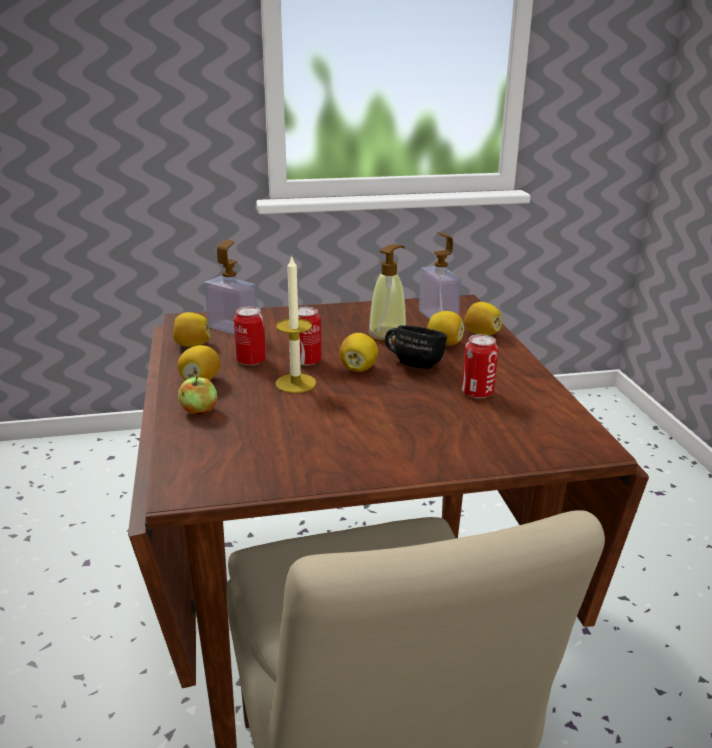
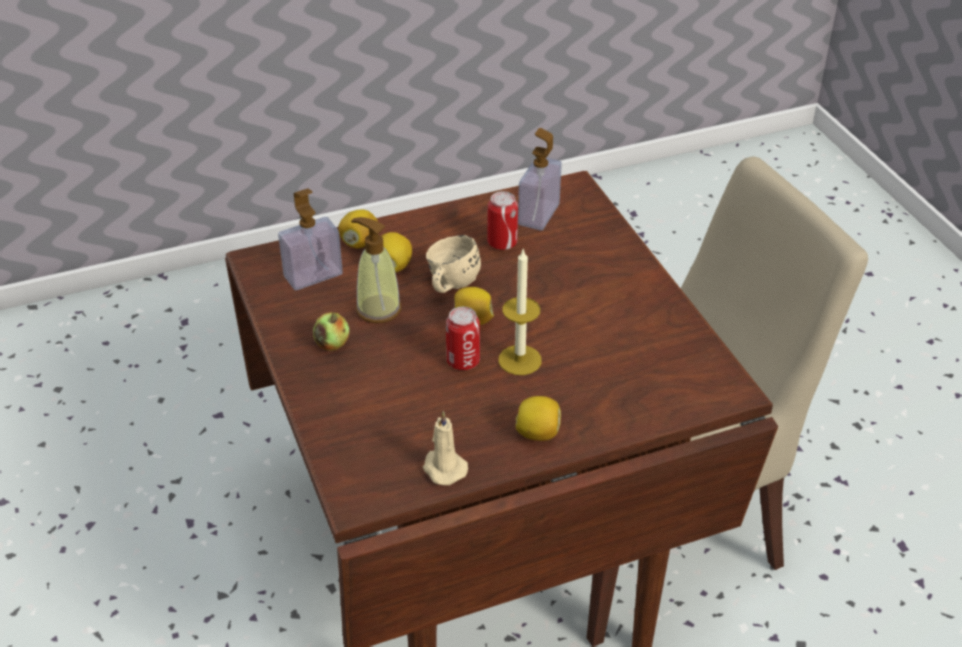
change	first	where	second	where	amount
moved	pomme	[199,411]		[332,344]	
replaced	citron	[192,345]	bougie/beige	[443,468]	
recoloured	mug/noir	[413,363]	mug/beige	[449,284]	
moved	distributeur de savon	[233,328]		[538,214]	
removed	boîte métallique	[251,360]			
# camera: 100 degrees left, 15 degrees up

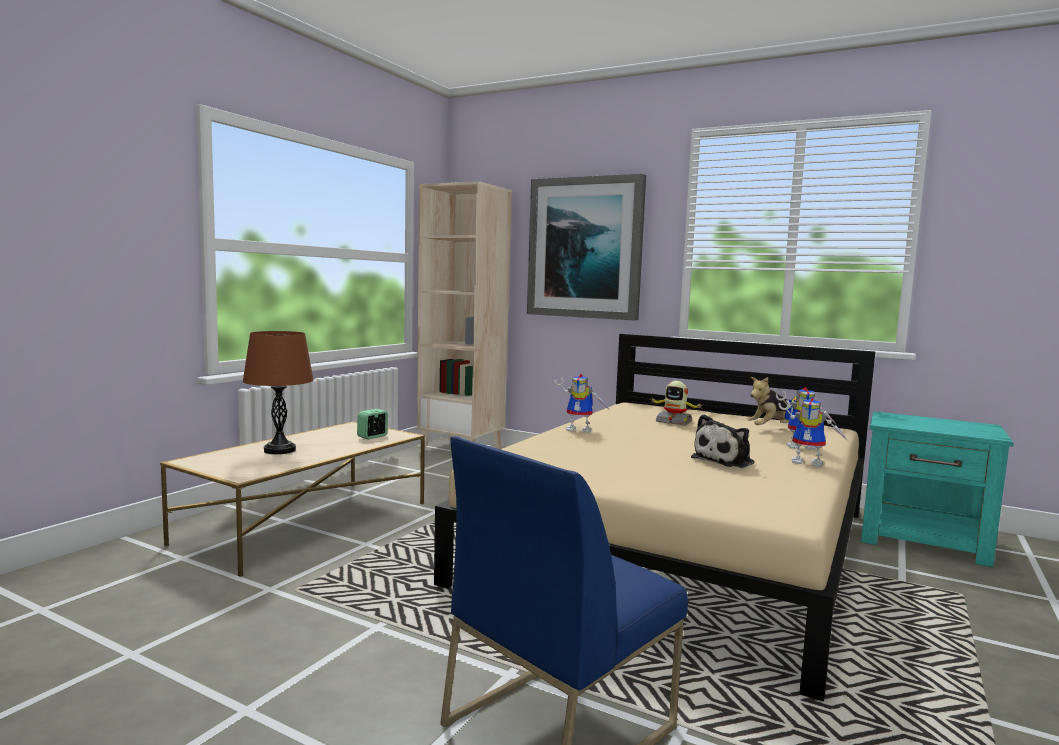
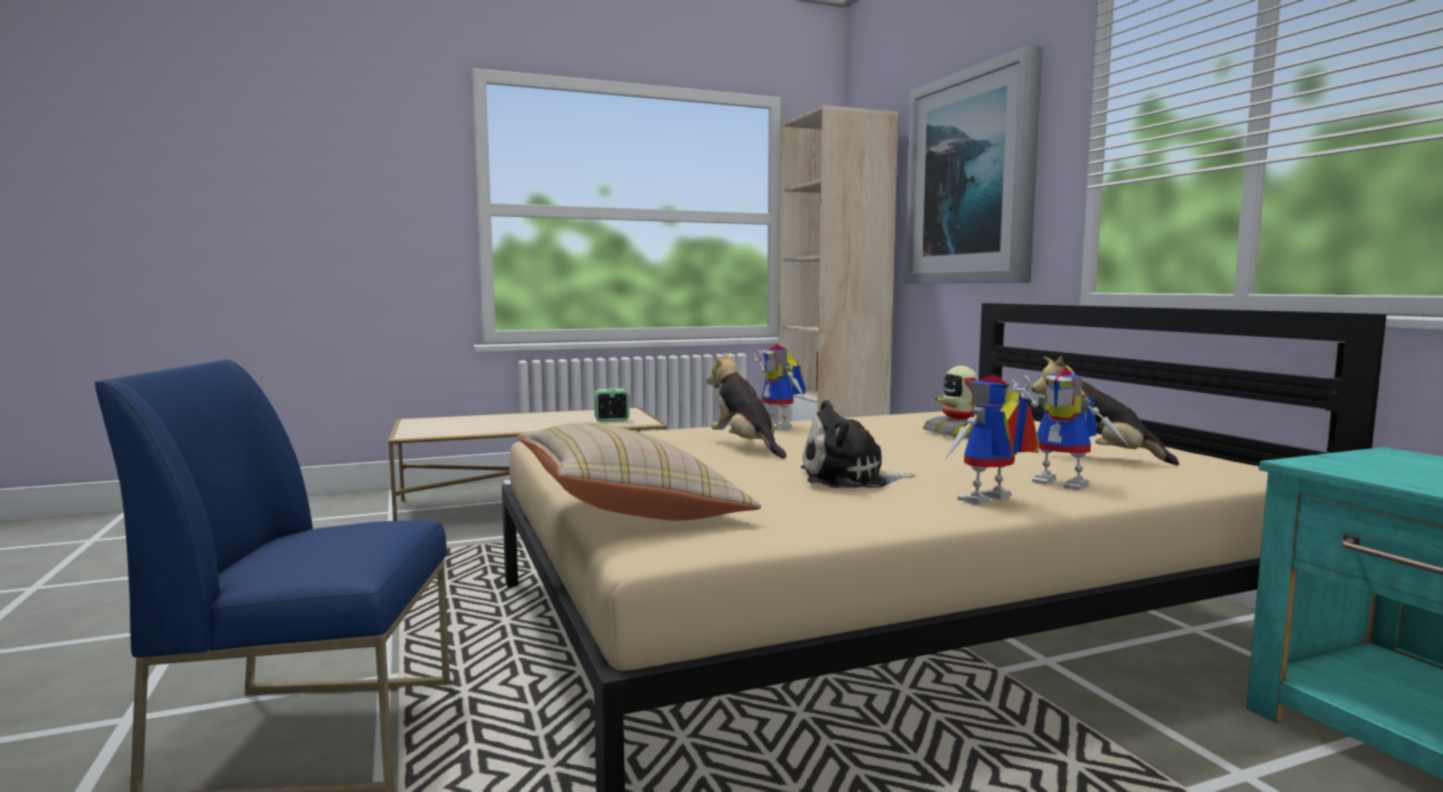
change	first	where	second	where	amount
added			coussin/beige	[631,512]	
added			peluche	[745,447]	
turned	robot jouet	[810,462]		[989,501]	75 degrees clockwise
removed	lampe de table/marron	[279,450]			
# camera: 40 degrees right, 0 degrees up

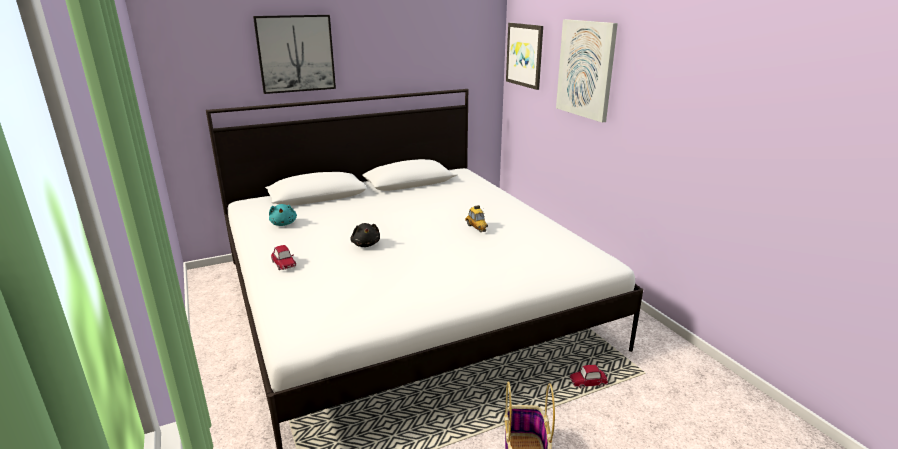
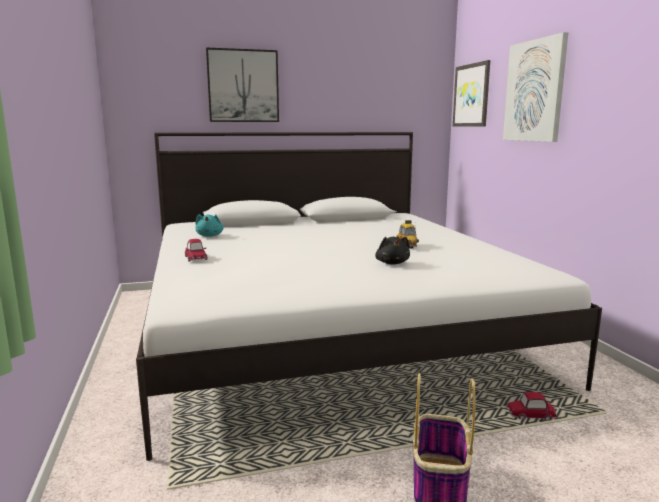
change	first	where	second	where	amount
moved	peluche/noir	[366,244]		[392,263]	
# camera: 10 degrees right, 10 degrees down

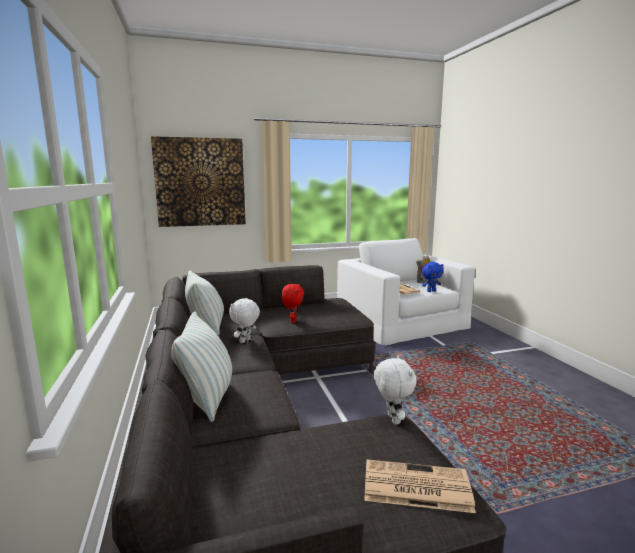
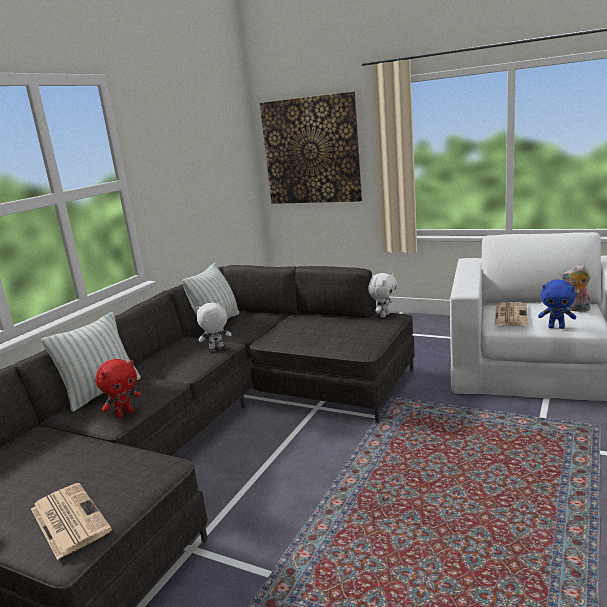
change	first	where	second	where	amount
moved	peluche/rouge	[292,321]		[124,414]	
moved	peluche/blanc	[392,419]		[384,315]	
# camera: 45 degrees right, 5 degrees up

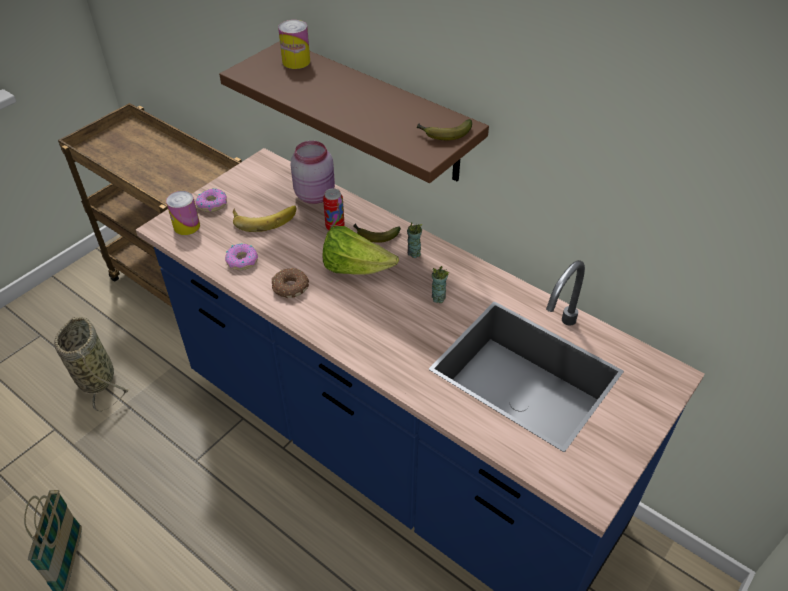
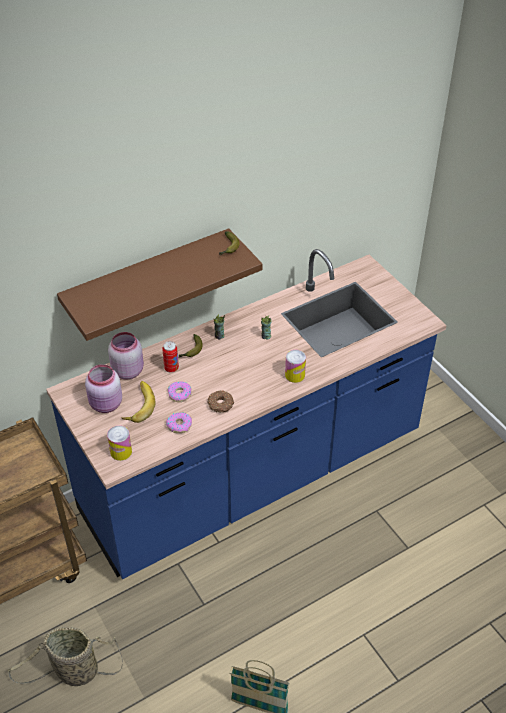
change	first	where	second	where	amount
added			bocal/rose	[106,405]	
moved	beignet	[212,204]		[179,394]	
moved	boîte métallique	[296,61]		[295,375]	
removed	laitue	[355,268]			
# camera: 70 degrees left, 0 degrees up

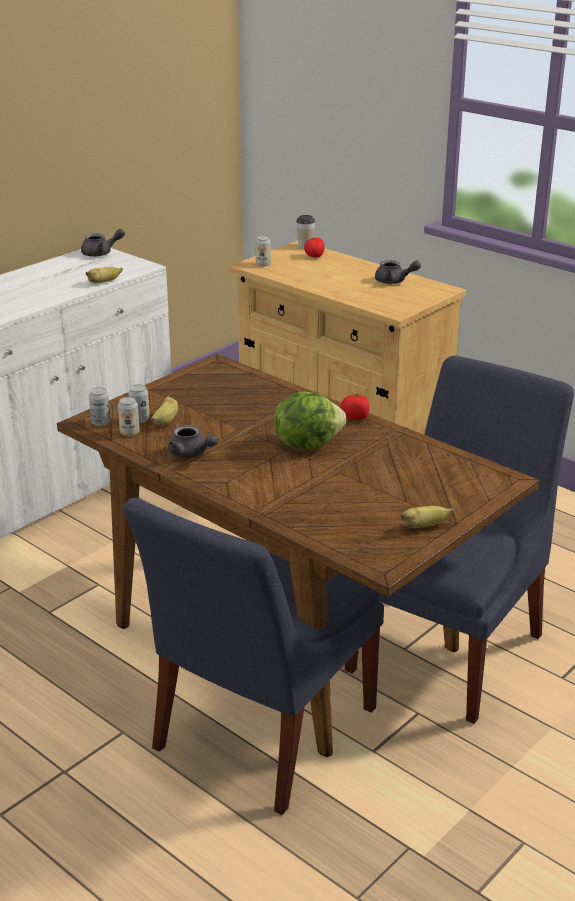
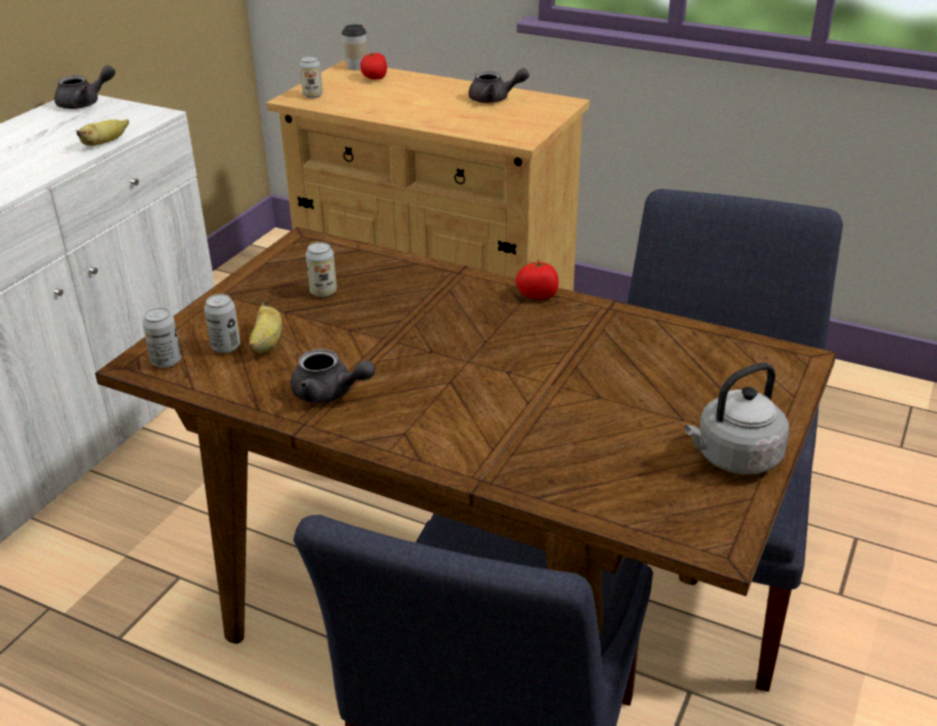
change	first	where	second	where	amount
moved	boîte métallique	[129,432]		[323,292]	
replaced	banane	[424,526]	bouilloire/gris	[734,458]	
removed	laitue	[306,444]			
# camera: 15 degrees left, 5 degrees up

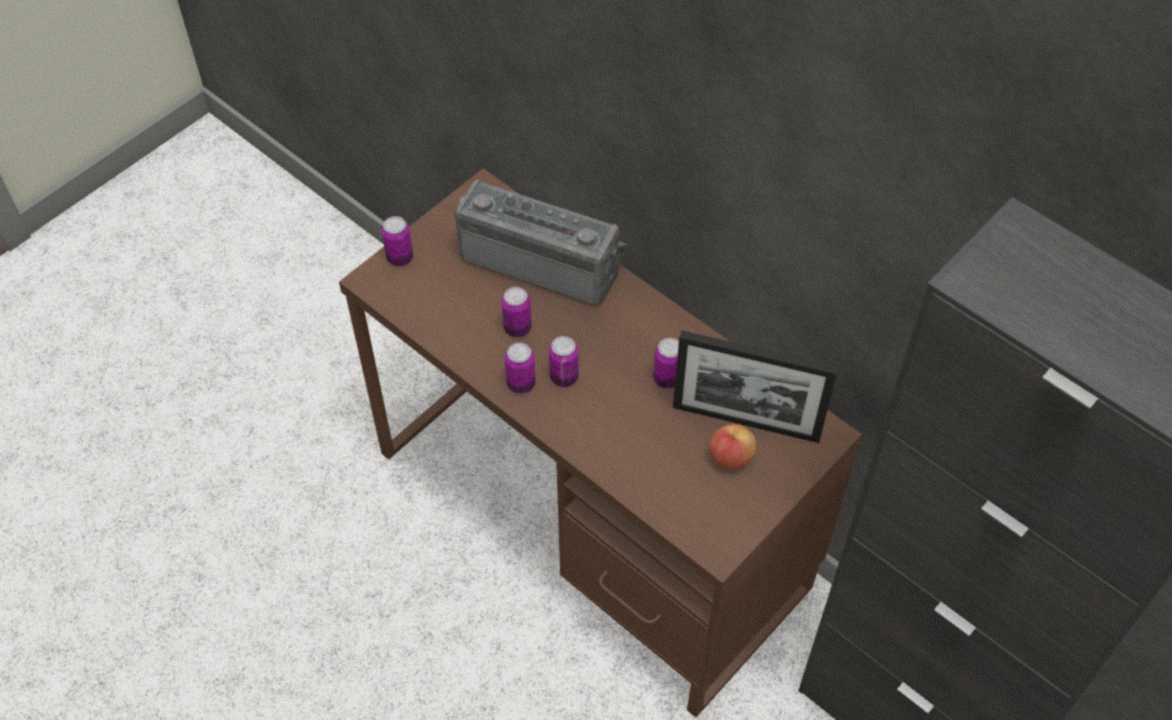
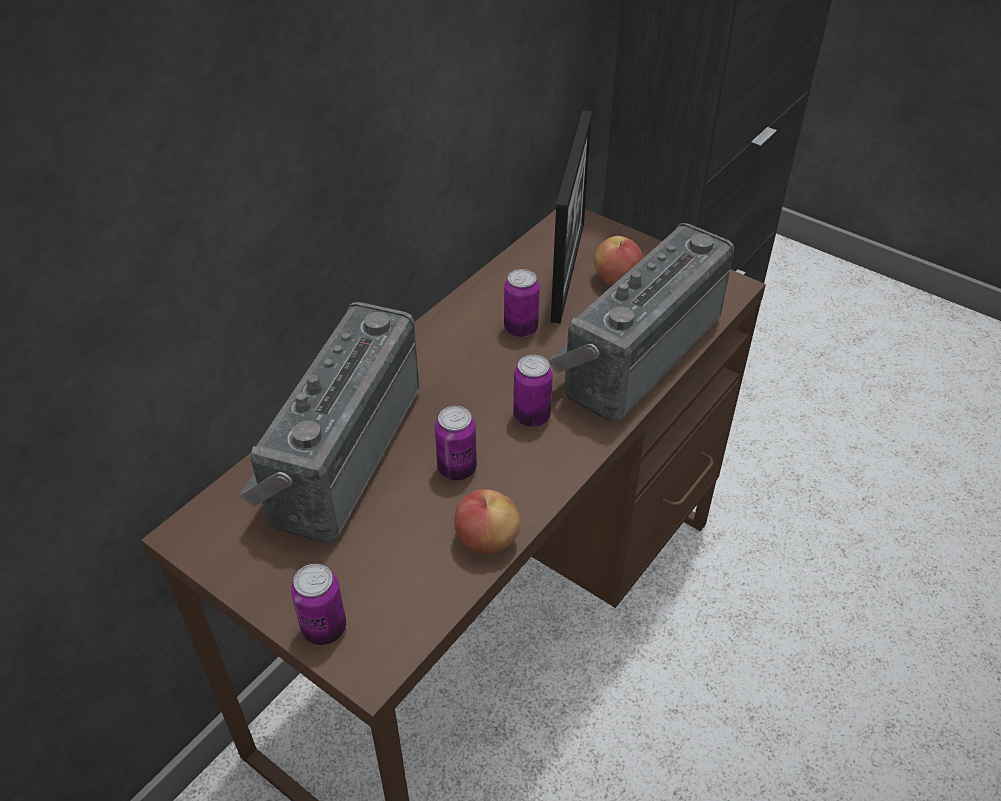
change	first	where	second	where	amount
added			pomme	[486,540]	
added			radio	[635,352]	
removed	boîte métallique	[521,384]			
# camera: 95 degrees left, 10 degrees down

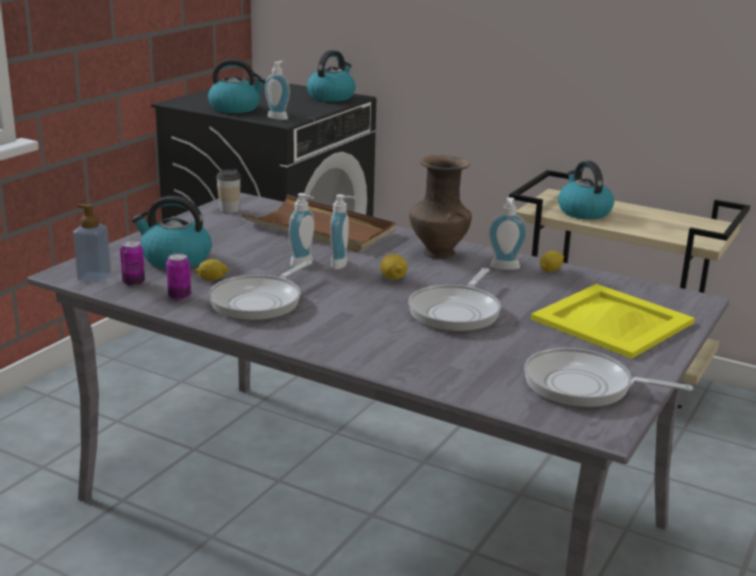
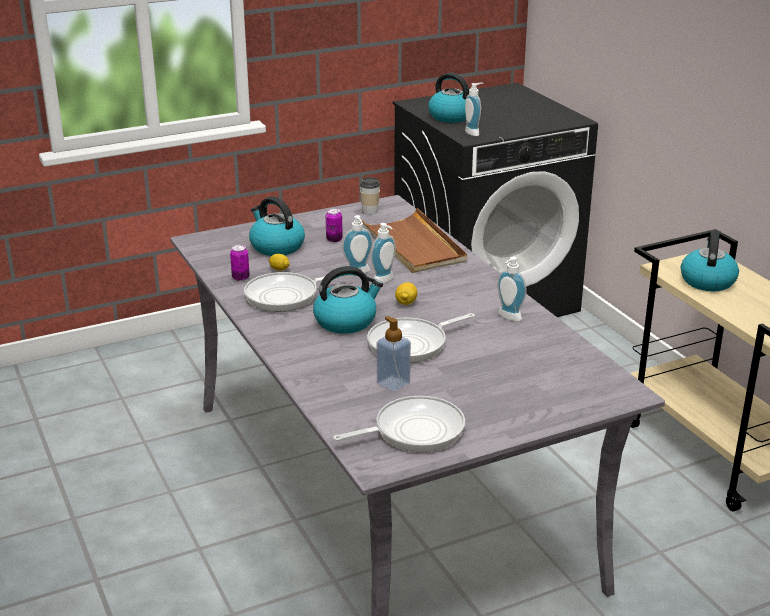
change	first	where	second	where	amount
moved	bouilloire	[331,97]		[346,321]	
moved	boîte métallique	[133,283]		[334,239]	
turned	poêle	[584,386]		[413,431]	105 degrees clockwise
moved	distributeur de savon	[94,277]		[393,383]	
removed	vase/marron	[437,253]			
removed	plateau/jaune	[612,320]			
removed	citron	[550,270]			
# camera: 35 degrees right, 5 degrees up

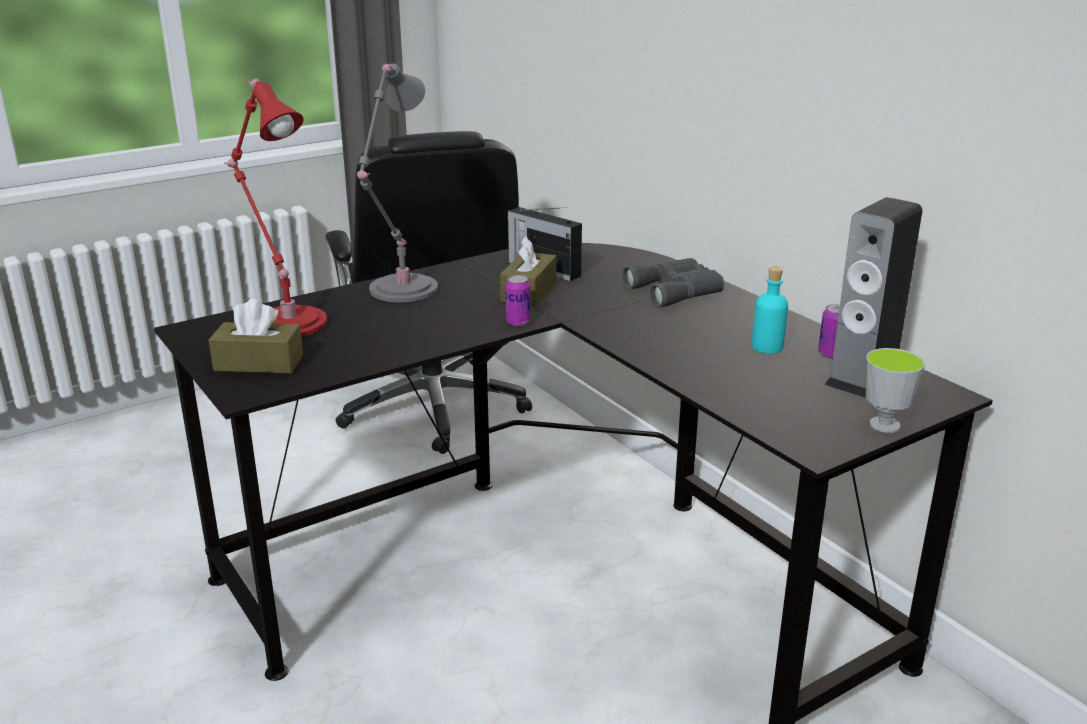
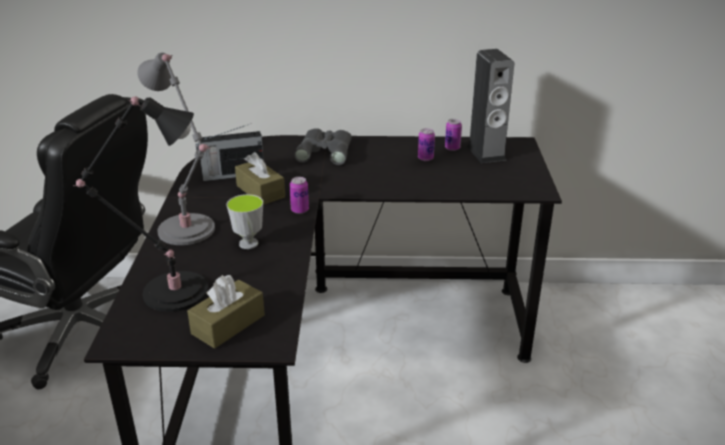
change	first	where	second	where	amount
recoloured	lampe de table/rouge	[287,321]	lampe de table/noir	[170,292]	
moved	tasse	[884,425]		[248,244]	
replaced	bouteille/turquoise	[767,347]	boîte métallique	[425,158]	
# camera: 55 degrees left, 5 degrees up

